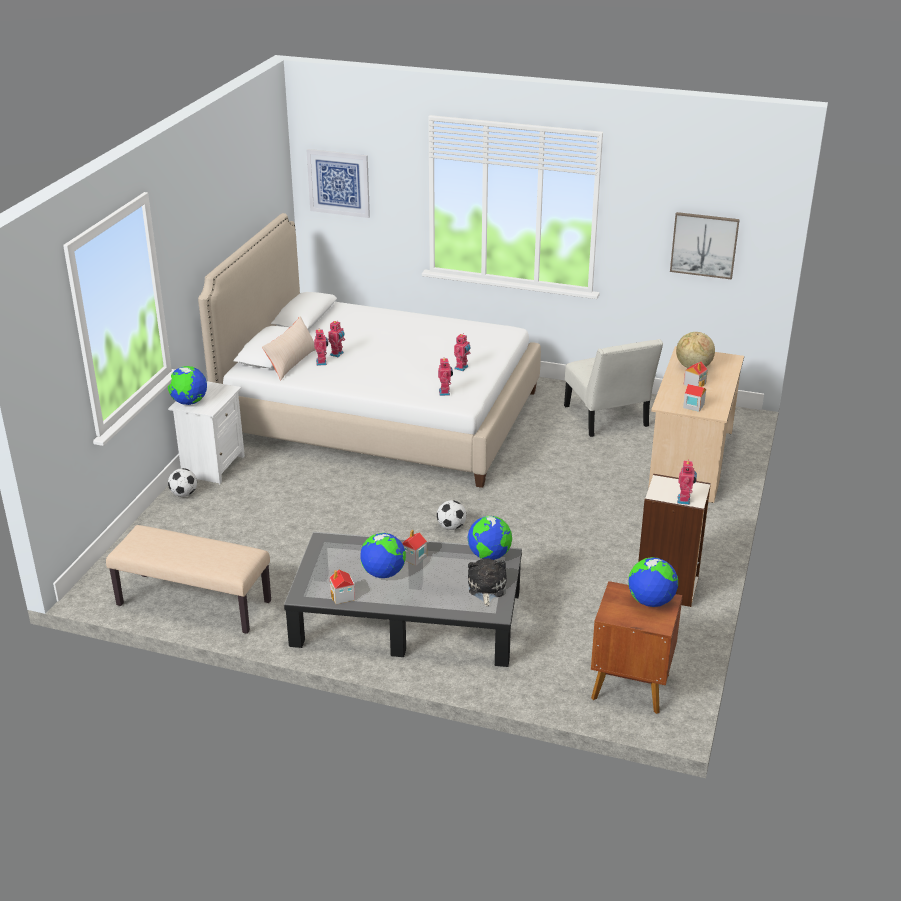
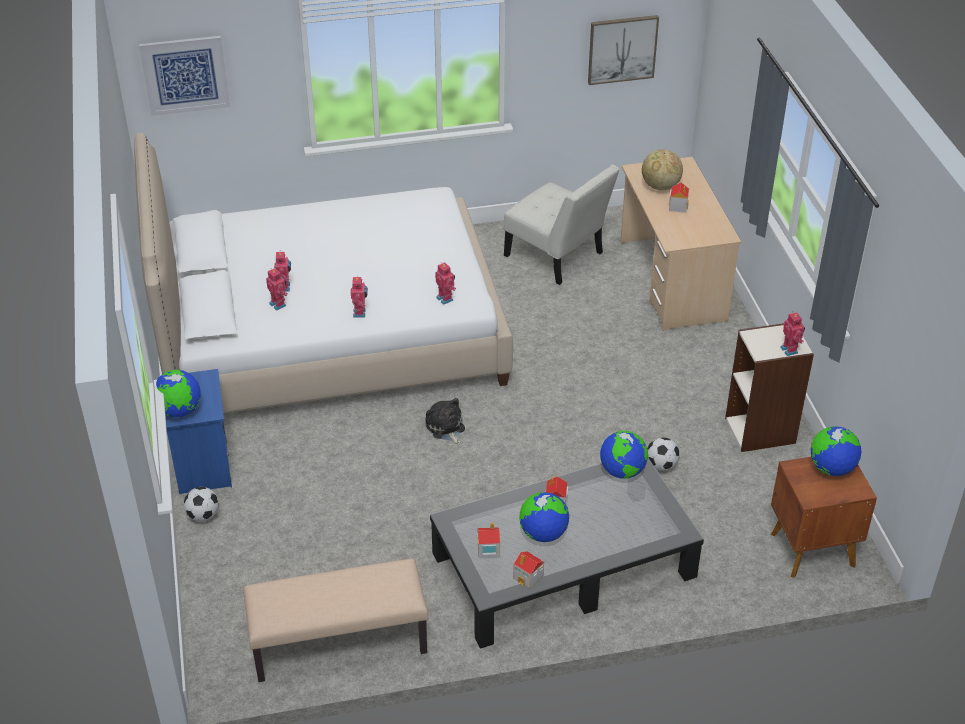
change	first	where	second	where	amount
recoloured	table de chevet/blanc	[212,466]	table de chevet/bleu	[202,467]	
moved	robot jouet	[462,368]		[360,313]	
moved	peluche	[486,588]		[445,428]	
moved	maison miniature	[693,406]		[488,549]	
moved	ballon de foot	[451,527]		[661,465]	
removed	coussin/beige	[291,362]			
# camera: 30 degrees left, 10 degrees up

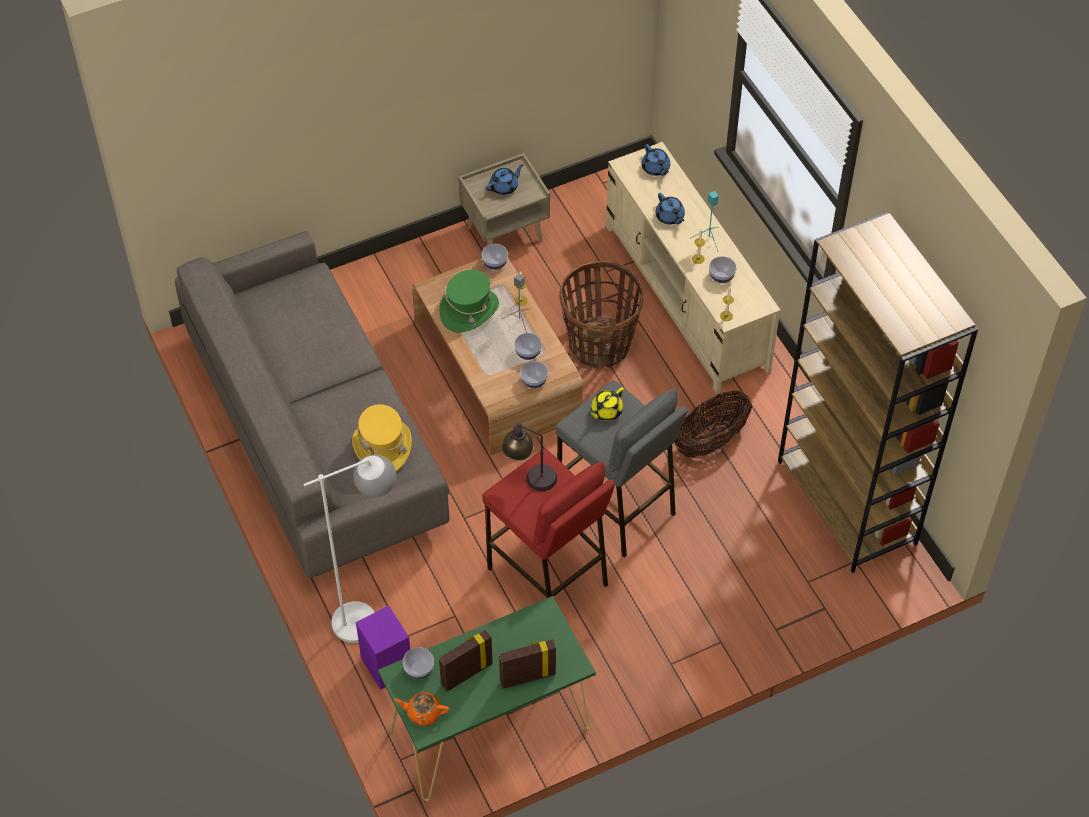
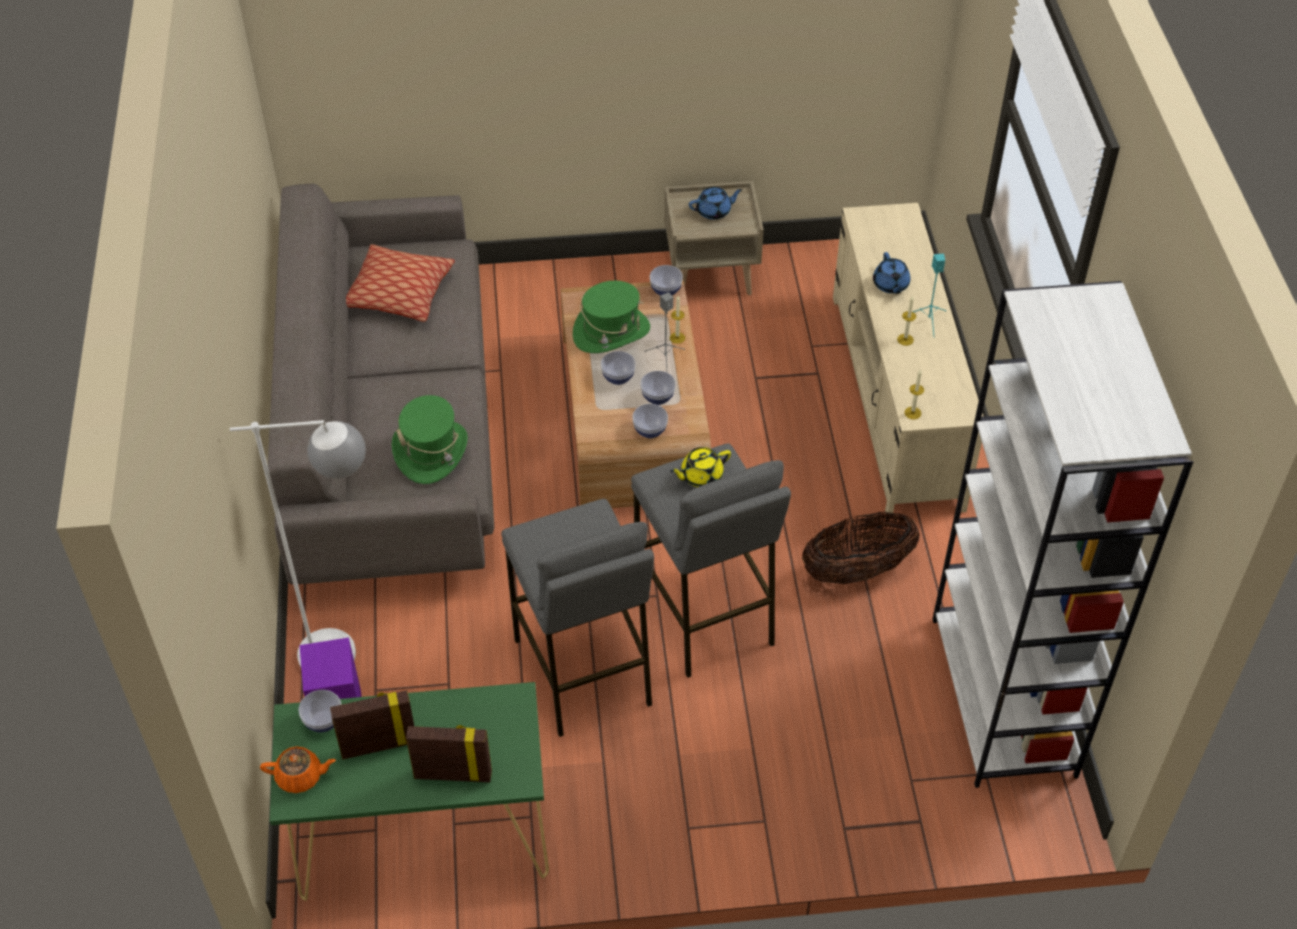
change	first	where	second	where	amount
turned	théière/orange	[423,713]		[300,776]	150 degrees clockwise
added			coussin	[398,293]	
recoloured	chapeau/jaune	[382,447]	chapeau/vert	[431,451]	
recoloured	tabouret/rouge	[548,577]	tabouret/gris	[583,672]	
moved	bol	[721,277]		[618,377]	
recoloured	bibliothèque/marron	[847,502]	bibliothèque/blanc	[1004,697]	
removed	lampe de table	[529,476]			
removed	panier	[600,344]			
removed	théière/bleu	[655,168]			
# camera: 20 degrees right, 5 degrees down

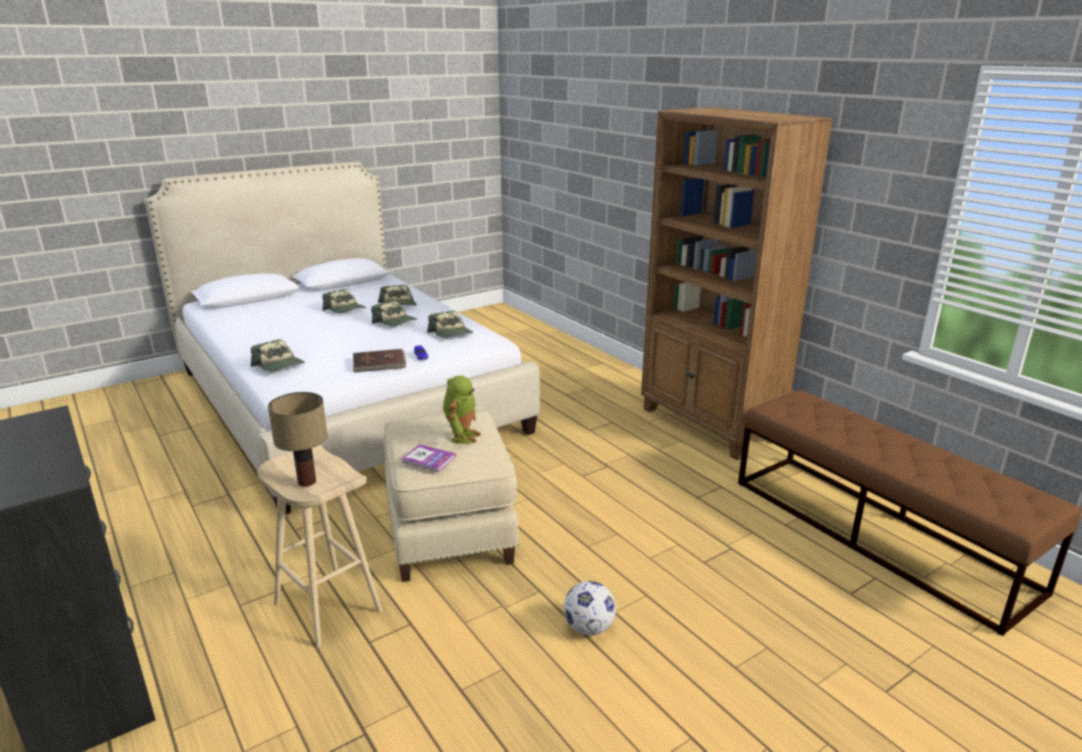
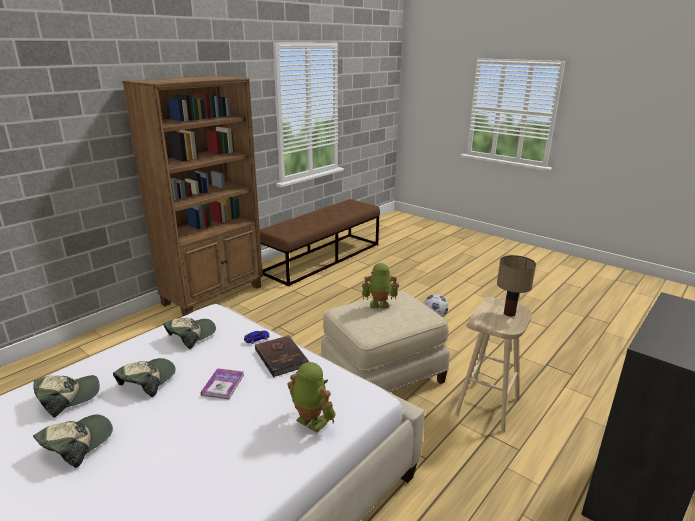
change	first	where	second	where	amount
moved	livre	[428,459]		[223,384]	
replaced	casquette	[279,365]	robot jouet	[310,422]	
# camera: 105 degrees left, 0 degrees up

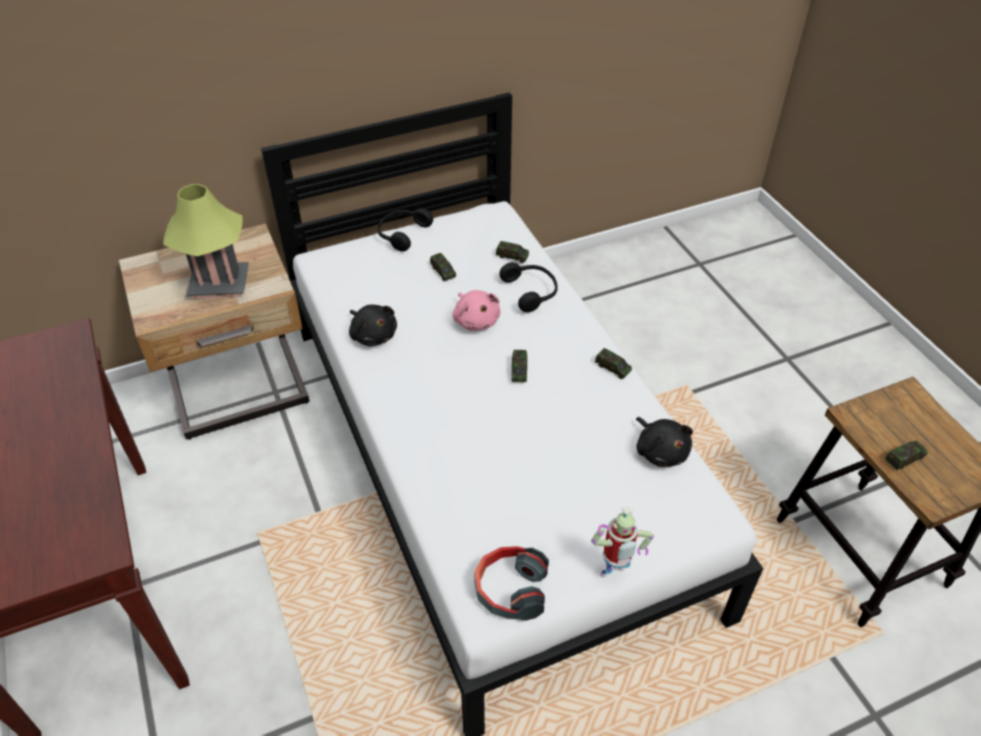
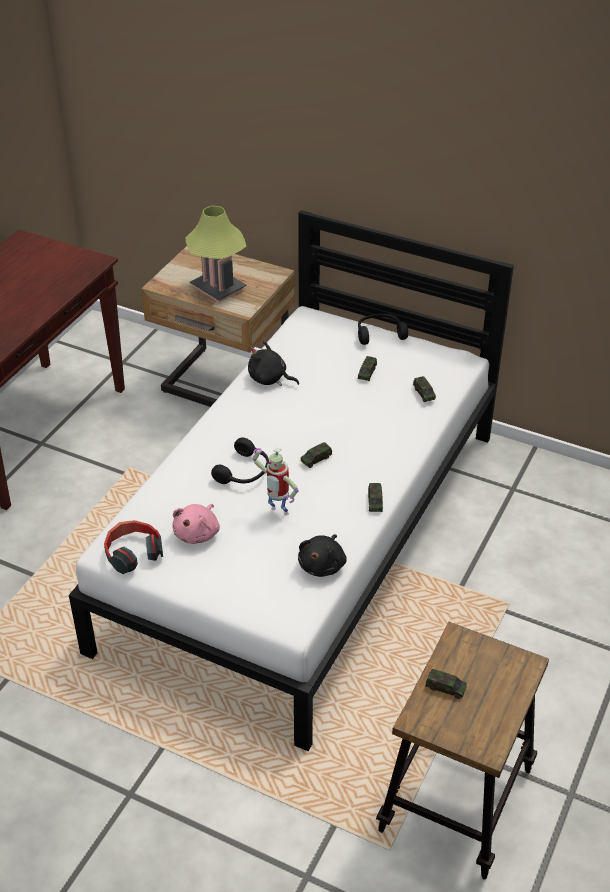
change	first	where	second	where	amount
moved	peluche/rose	[476,320]		[198,533]	
moved	casque audio/noir	[531,291]		[244,472]	
turned	peluche/noir	[373,335]		[269,379]	105 degrees clockwise
moved	robot jouet	[613,575]		[277,512]	
# camera: 50 degrees right, 5 degrees down

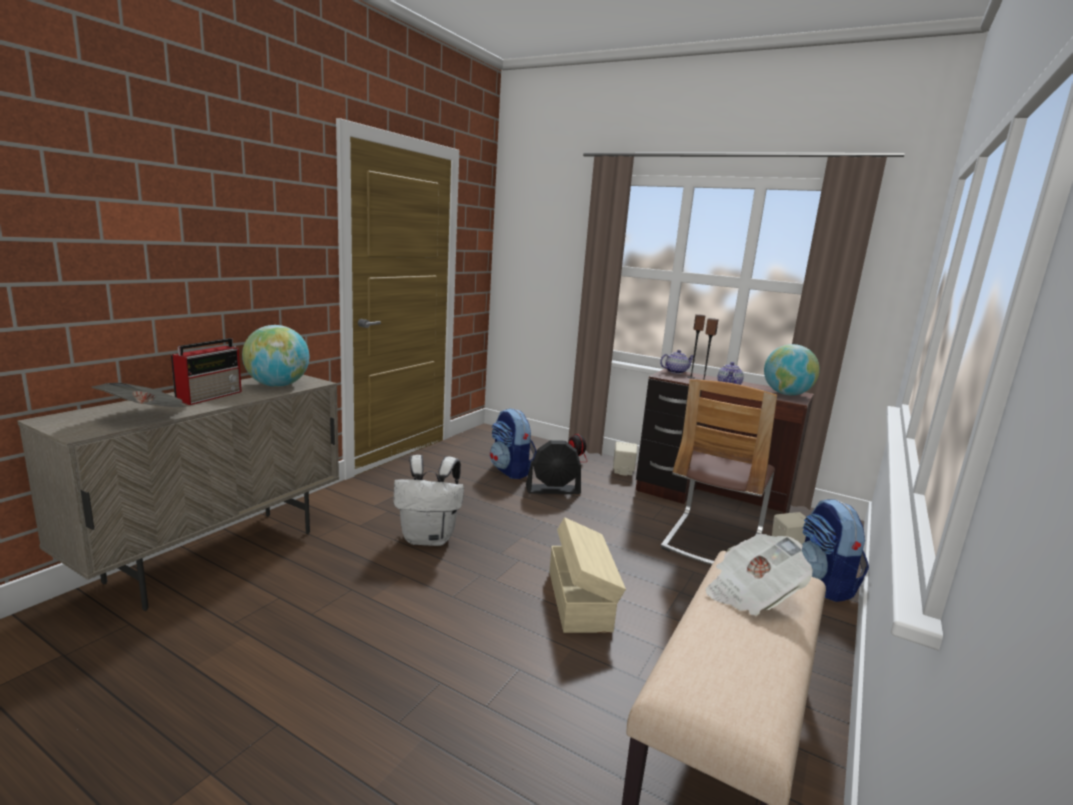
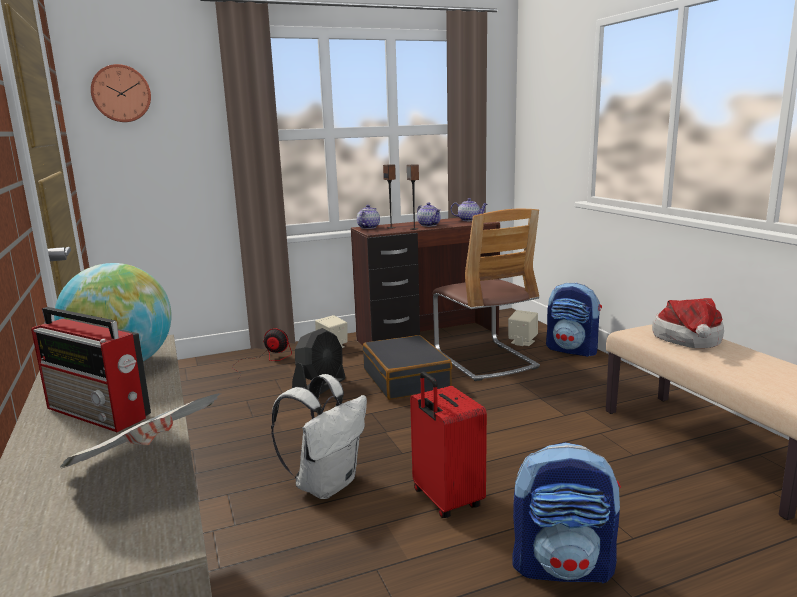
change	first	where	second	where	amount
turned	radio	[211,396]		[99,413]	150 degrees clockwise
added			horloge murale	[121,93]	
added			valise/noir	[406,379]	
added			valise/rouge	[445,500]	
replaced	globe	[786,394]	théière	[469,220]	
moved	sac à dos	[511,471]		[563,567]	
replaced	journal	[751,594]	chapeau	[688,340]	
removed	boîte de rangement/beige	[580,599]			
# camera: 50 degrees left, 0 degrees up

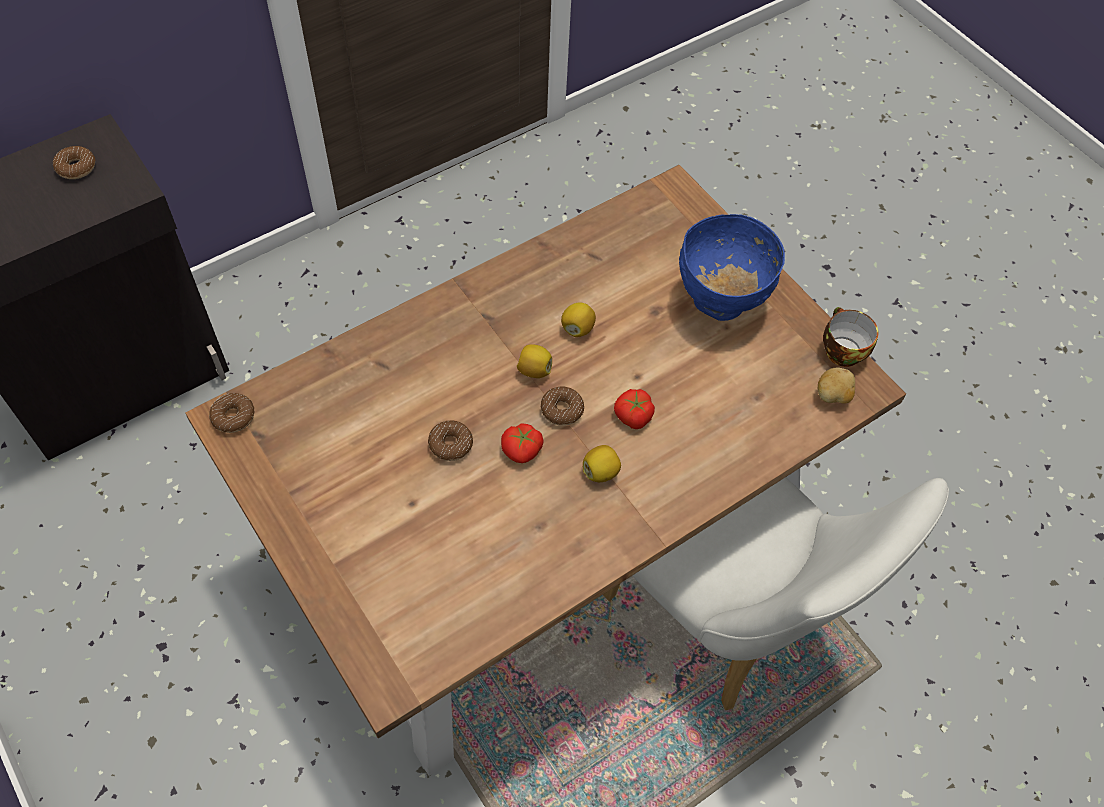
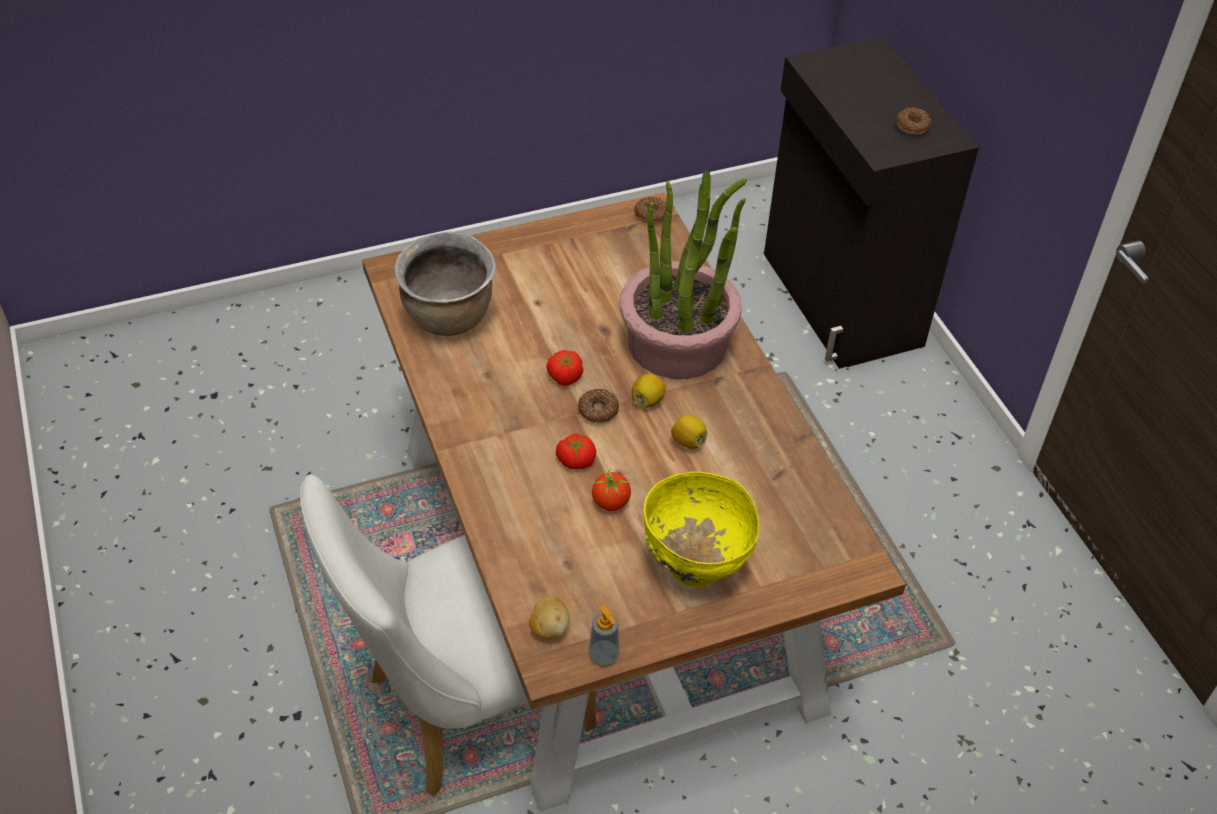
change	first	where	second	where	amount
added			marmite/marron	[449,318]	
replaced	tasse	[840,350]	distributeur de savon	[603,656]	
added			tomate	[611,502]	
added			plante en pot	[678,344]	
recoloured	bol/bleu	[720,301]	bol/jaune	[695,566]	
removed	beignet	[450,444]			
removed	citron	[601,472]			
# camera: 105 degrees right, 10 degrees down

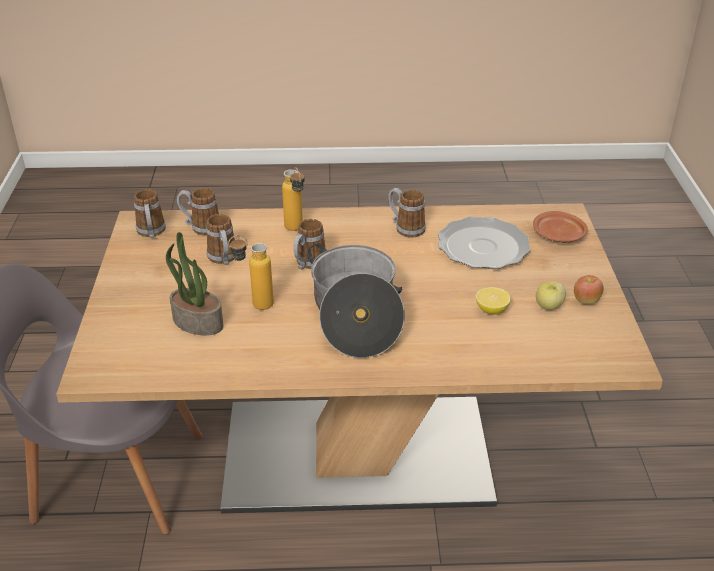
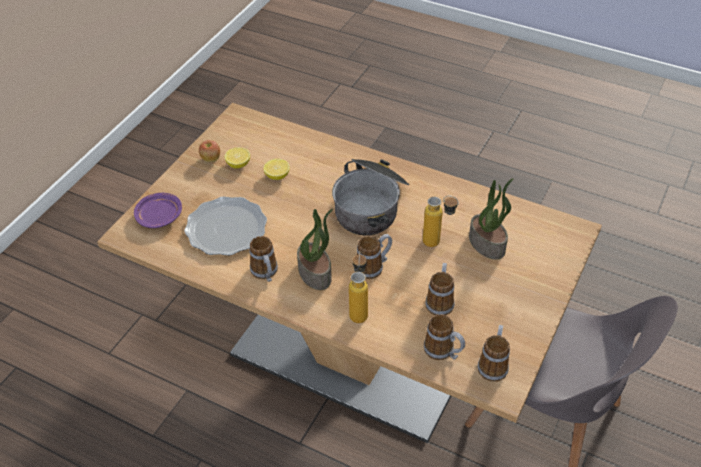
change	first	where	second	where	amount
recoloured	assiette/marron	[558,236]	assiette/violet	[159,216]	
replaced	pomme	[549,306]	citron	[238,164]	
added			plante en pot	[315,273]	
# camera: 150 degrees left, 10 degrees up

